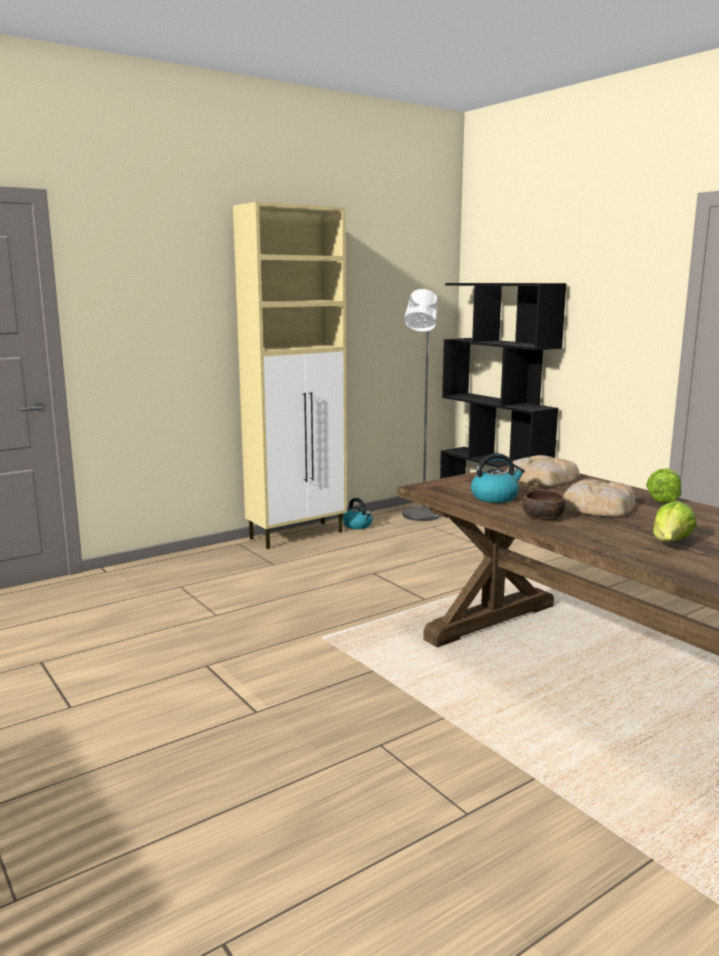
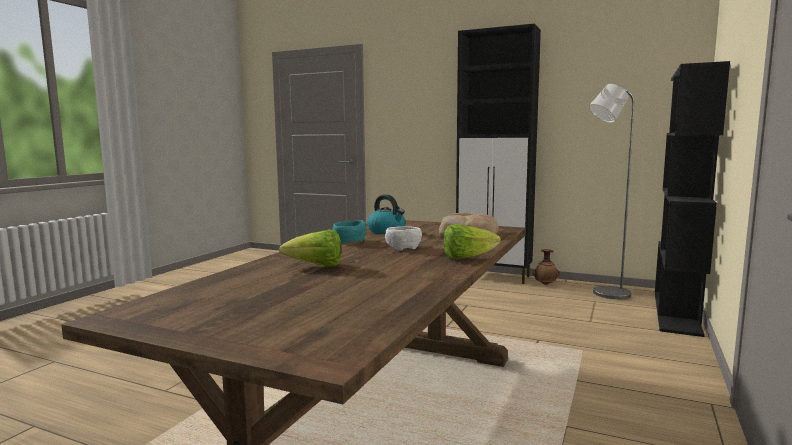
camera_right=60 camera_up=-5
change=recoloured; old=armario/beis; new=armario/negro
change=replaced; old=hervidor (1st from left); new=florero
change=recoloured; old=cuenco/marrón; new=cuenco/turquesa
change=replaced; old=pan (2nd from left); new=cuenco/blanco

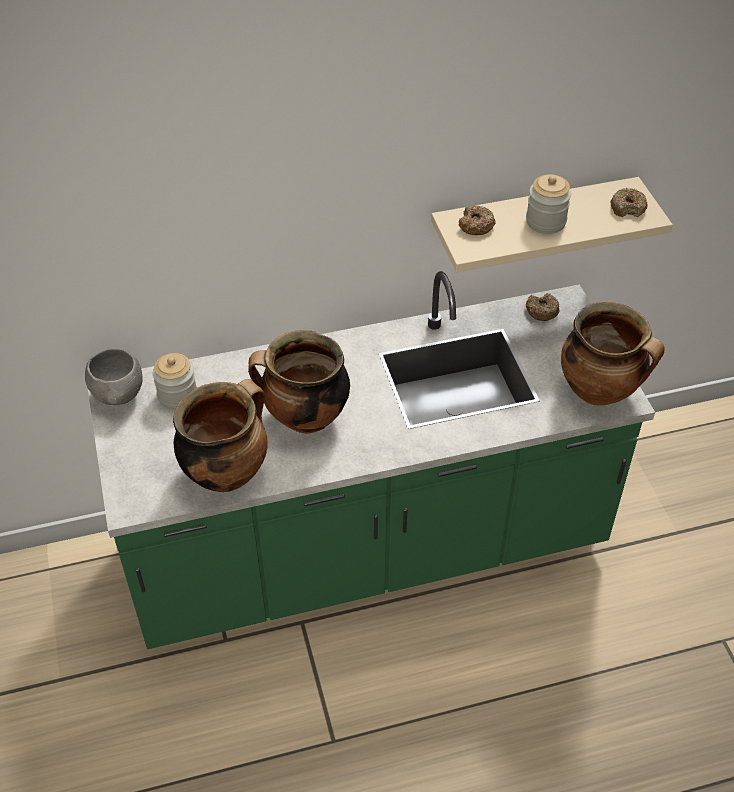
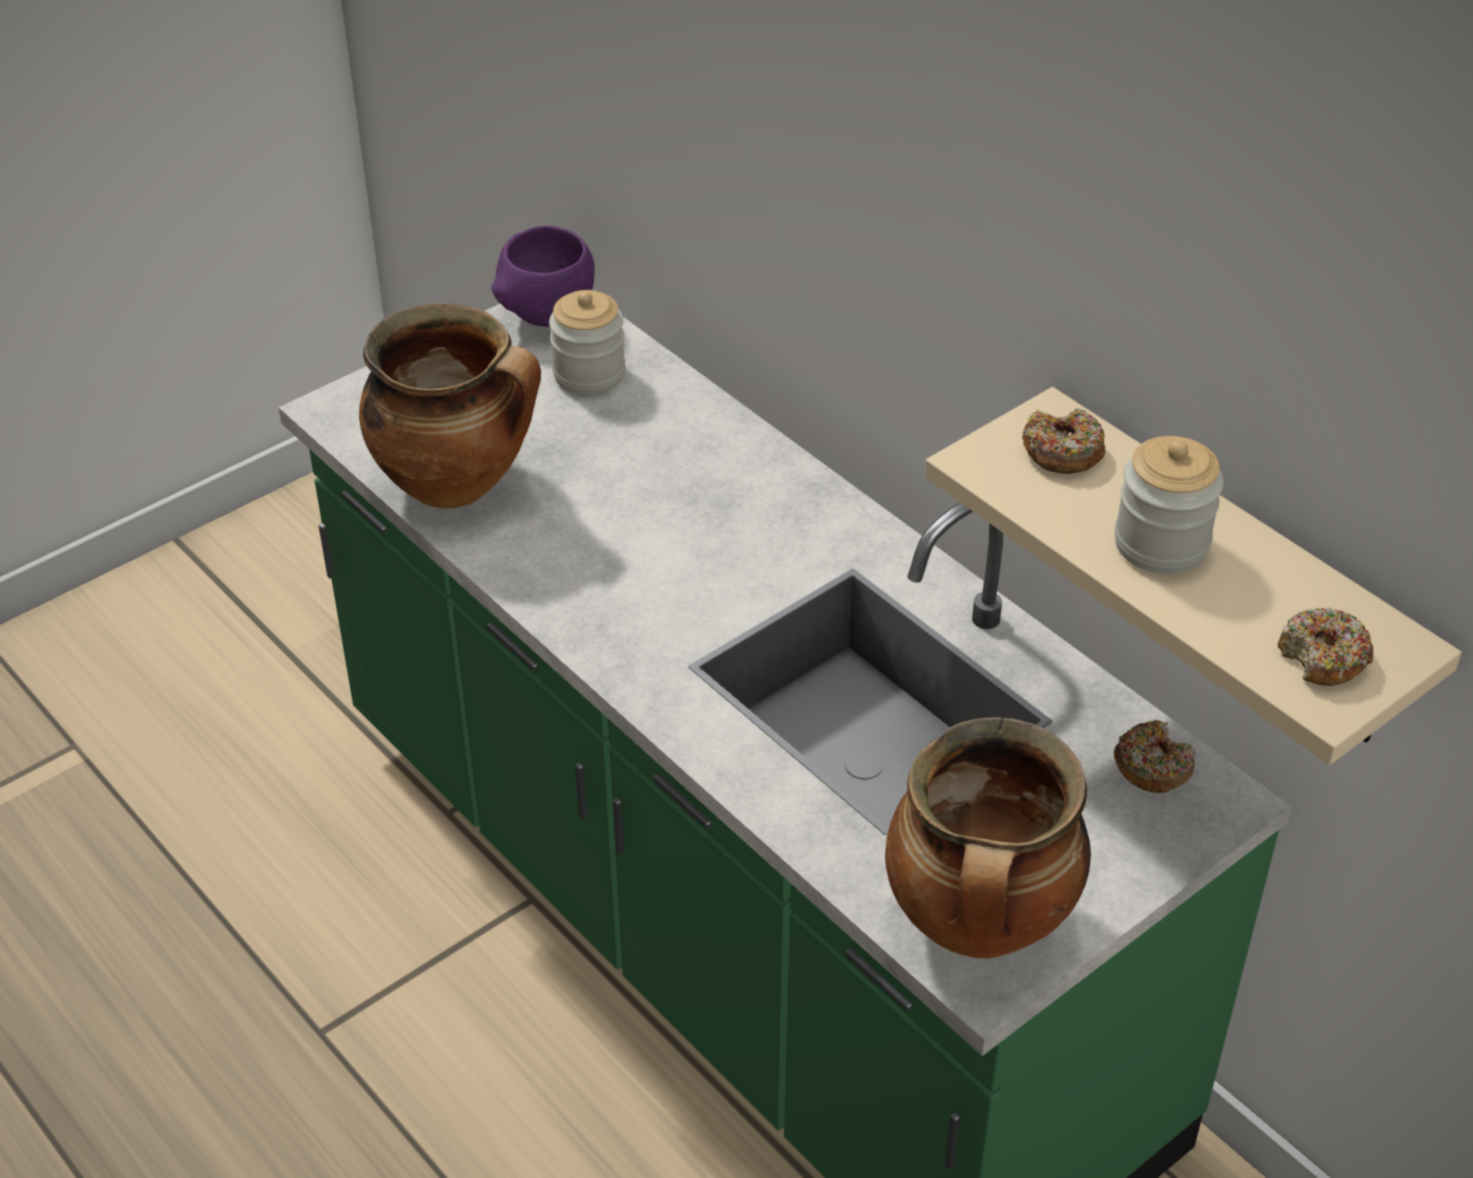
camera_right=65 camera_up=-5
change=recoloured; old=cuenco/gris; new=cuenco/morado
change=removed; old=olla (2nd from left)

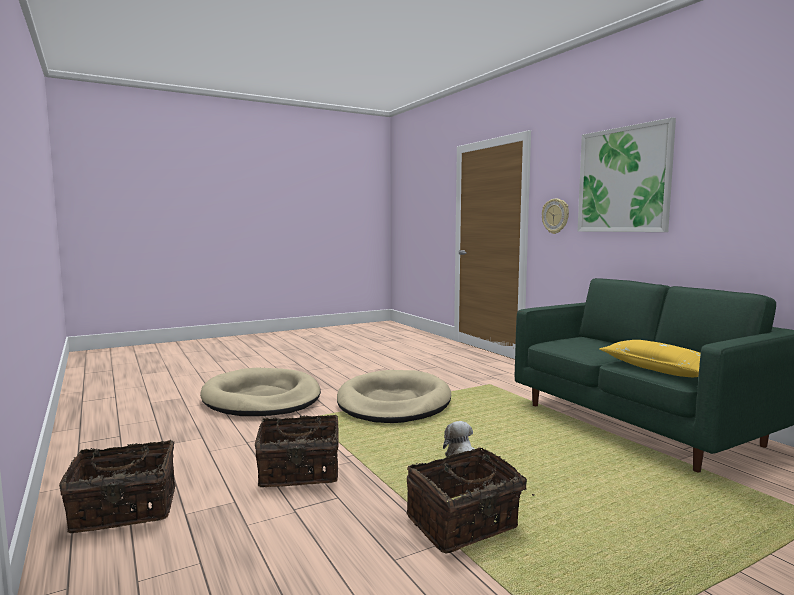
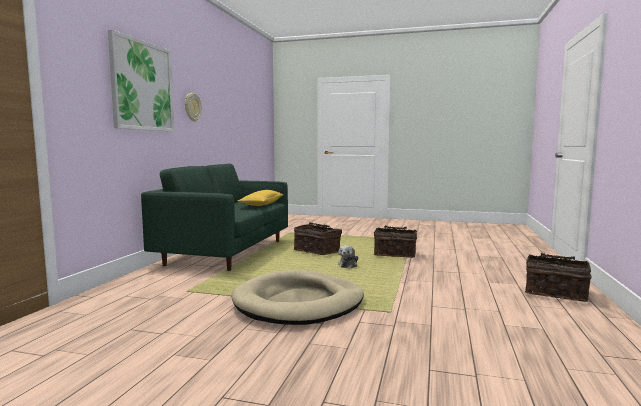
camera_right=-135 camera_up=0
change=removed; old=cama para perro/beis (1st from left)
change=moved; old=cesta (2nd from left in the first image); new=cesta (1st from left)
change=moved; old=reloj de pared

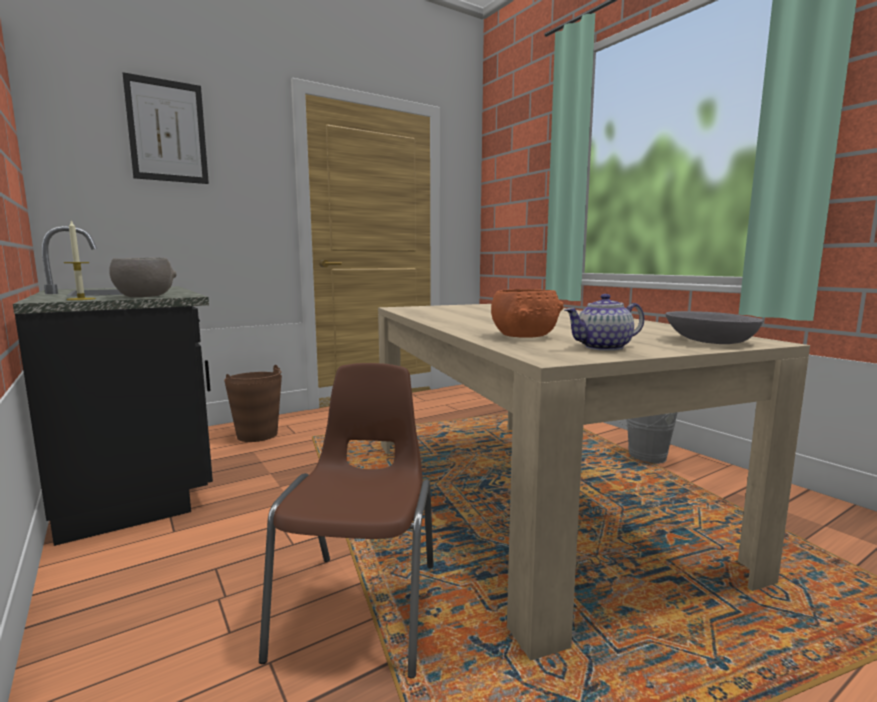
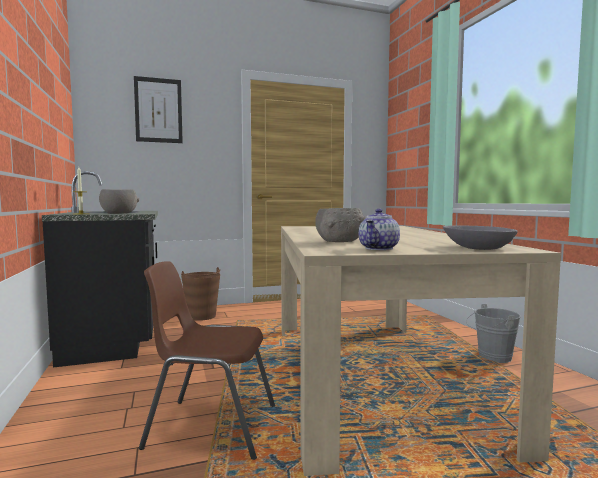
camera_right=15 camera_up=-5
change=turned; old=silla/marrón; degrees=-105
change=recoloured; old=cuenco/naranja; new=cuenco/gris (2nd from left)
change=turned; old=tetera; degrees=-60

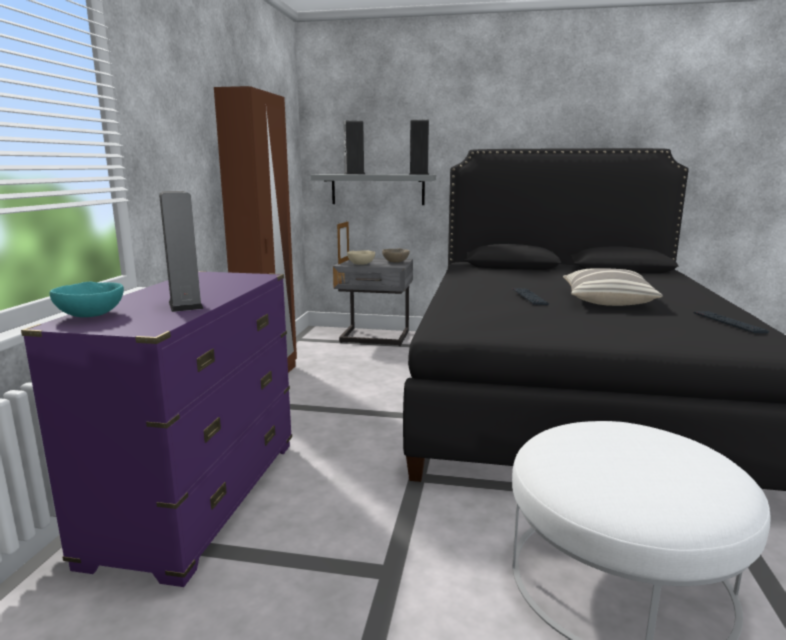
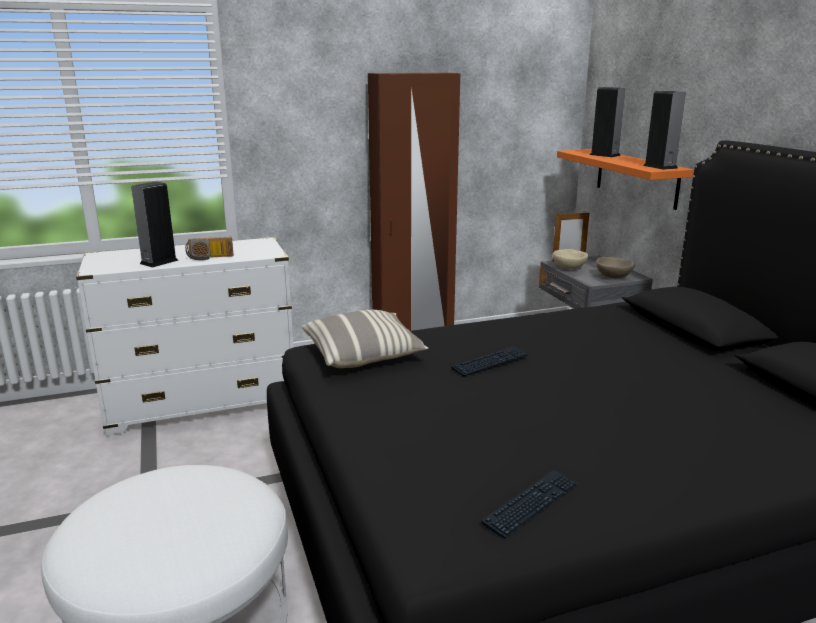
camera_right=60 camera_up=5
change=recoloured; old=cómoda/morado; new=cómoda/blanco
change=removed; old=cuenco/turquesa
change=recoloured; old=estante/gris; new=estante/naranja
change=moved; old=cojín
change=added; new=radio

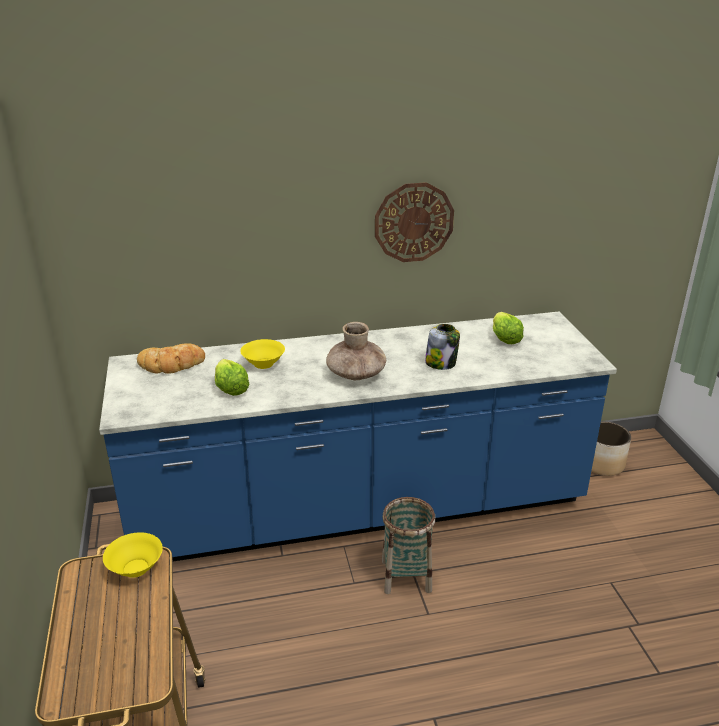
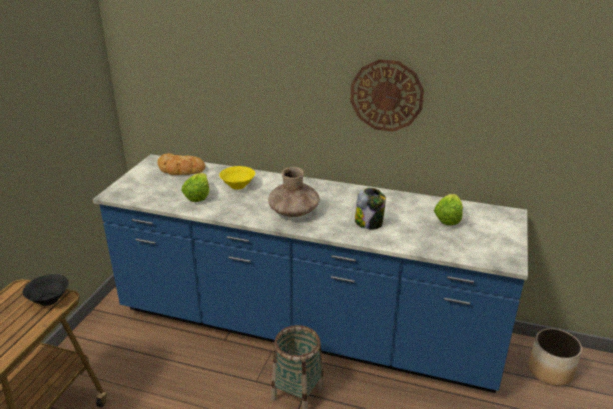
camera_right=30 camera_up=0
change=recoloured; old=cuenco/amarillo (1st from left); new=cuenco/negro

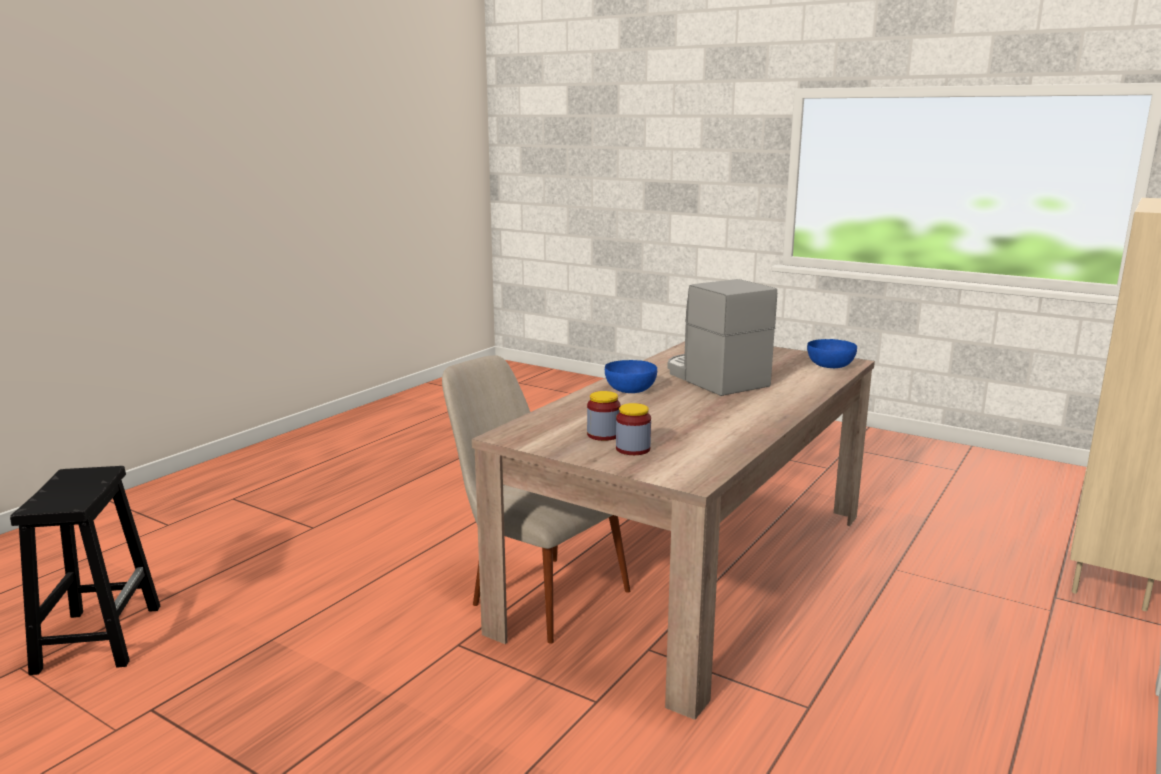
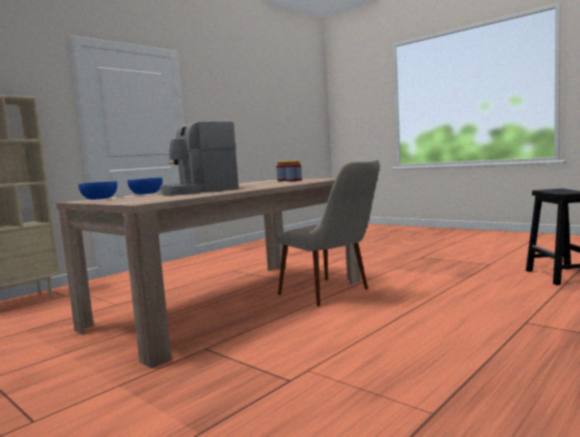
camera_right=-170 camera_up=-10
change=moved; old=cuenco/azul (1st from left in the first image); new=cuenco/azul (2nd from left)
change=turned; old=cafetera; degrees=75

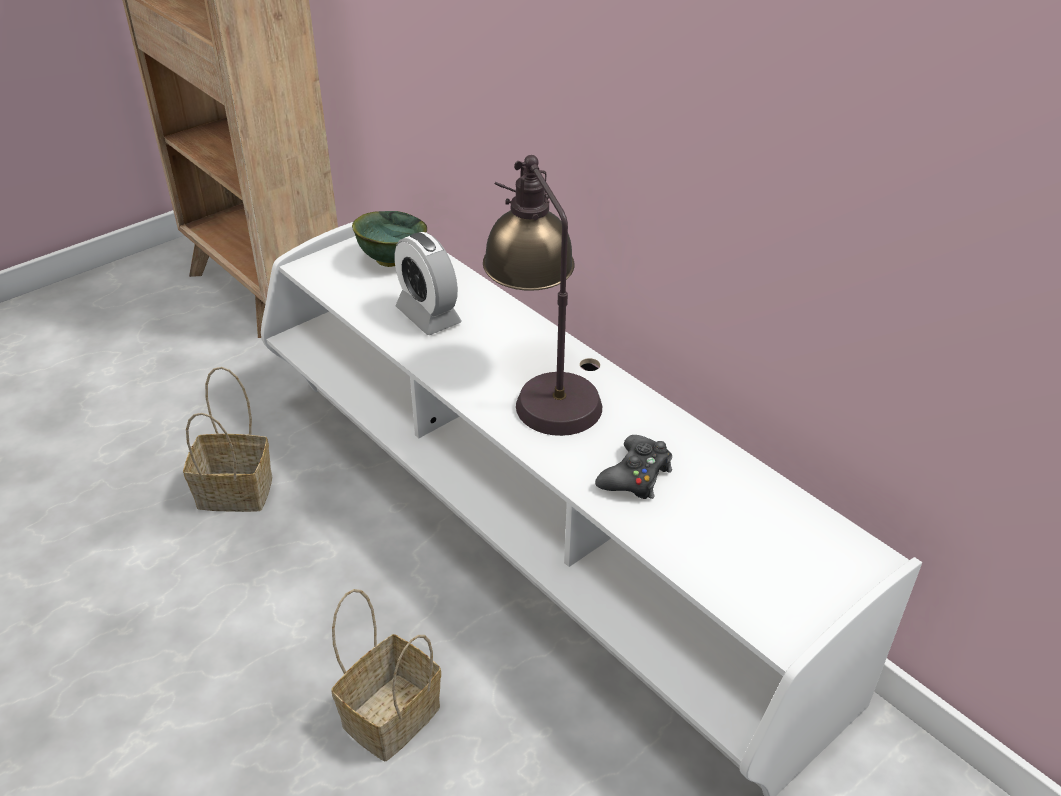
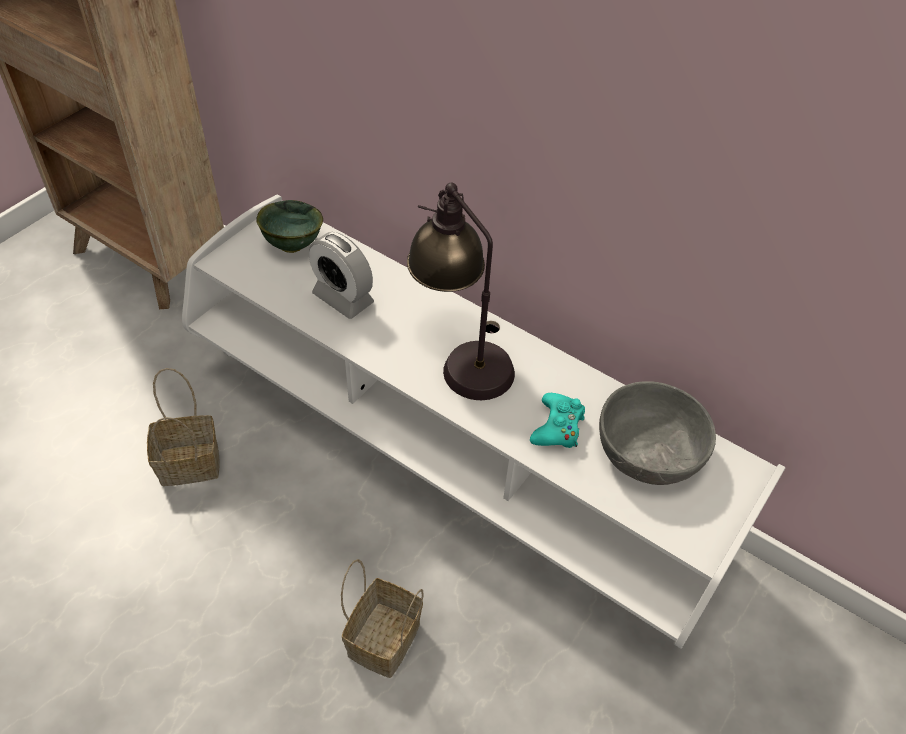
camera_right=-15 camera_up=10
change=recoloured; old=mando de consola/negro; new=mando de consola/turquesa
change=added; new=cuenco/gris

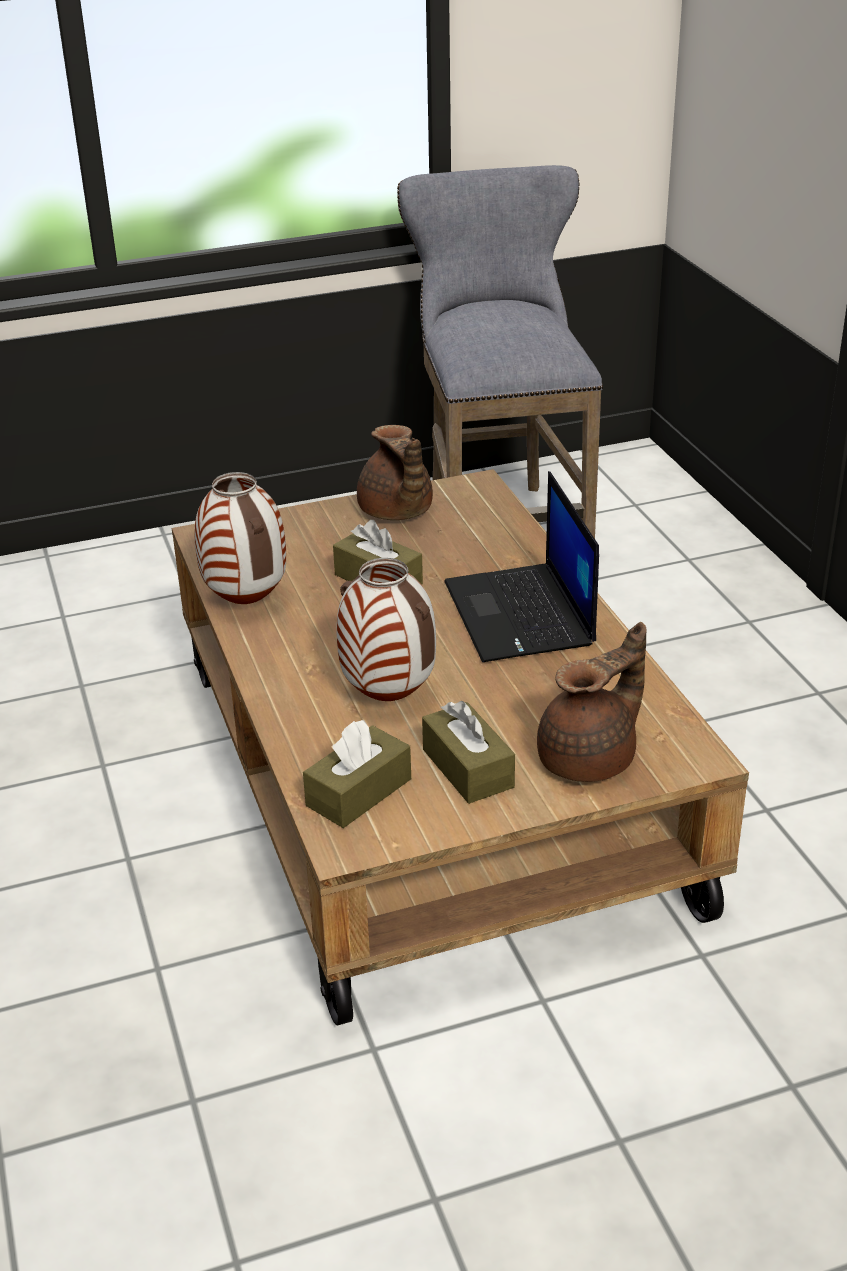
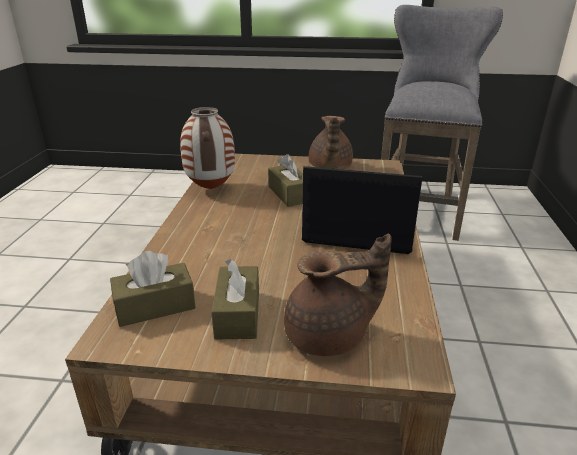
camera_right=25 camera_up=-5
change=removed; old=florero (2nd from left)
change=turned; old=portátil; degrees=90

